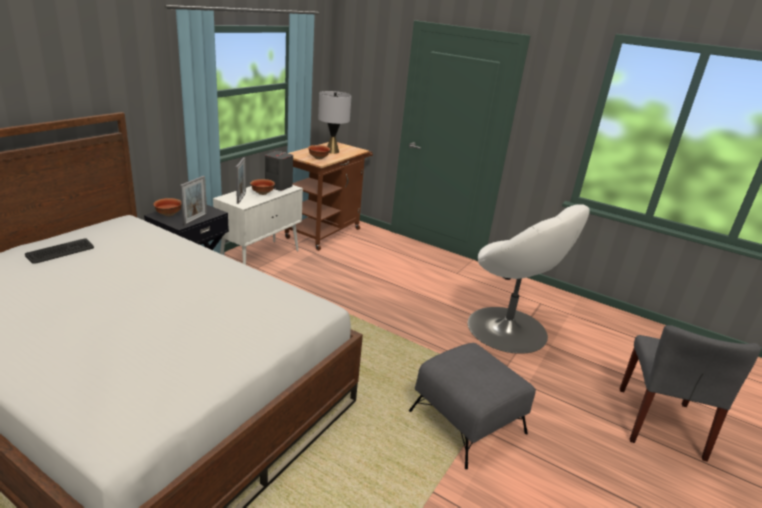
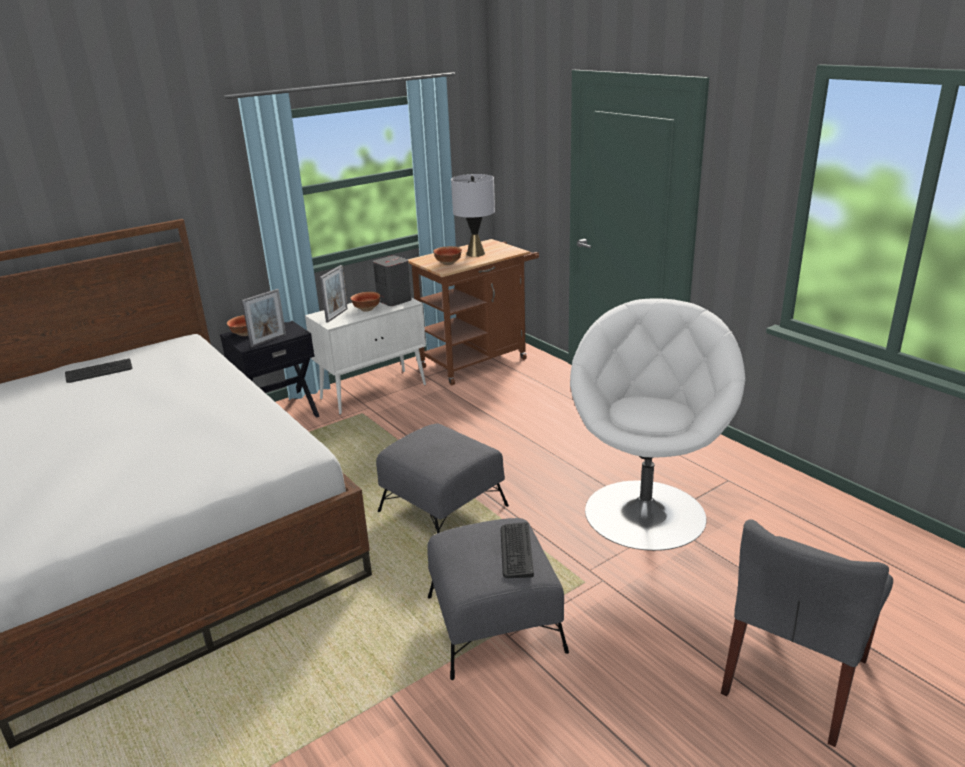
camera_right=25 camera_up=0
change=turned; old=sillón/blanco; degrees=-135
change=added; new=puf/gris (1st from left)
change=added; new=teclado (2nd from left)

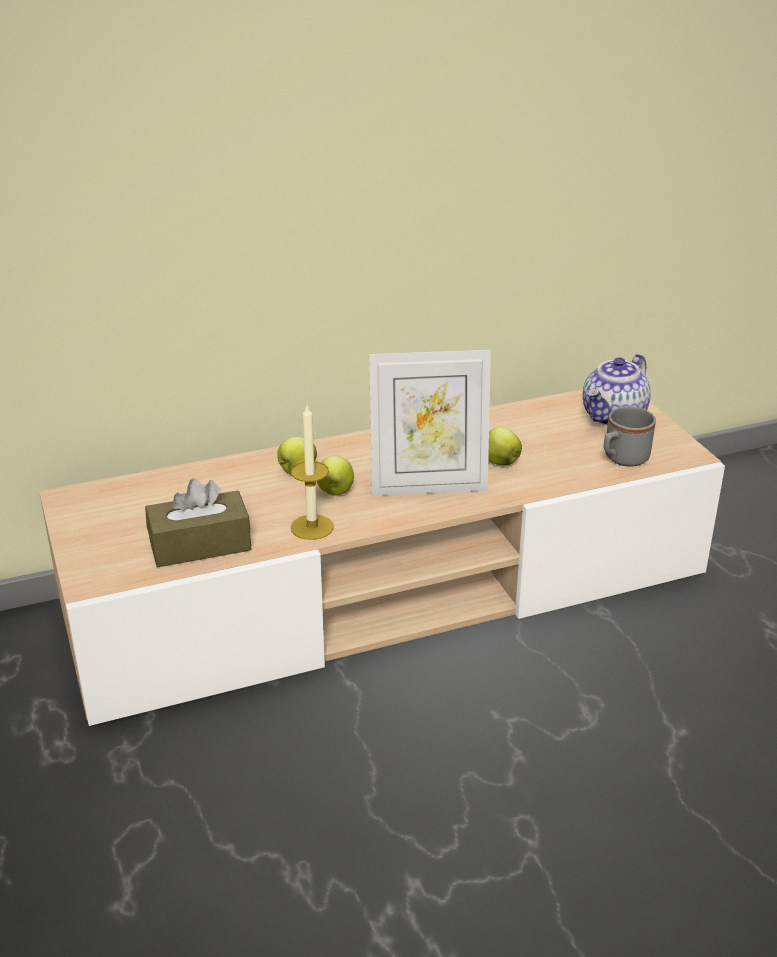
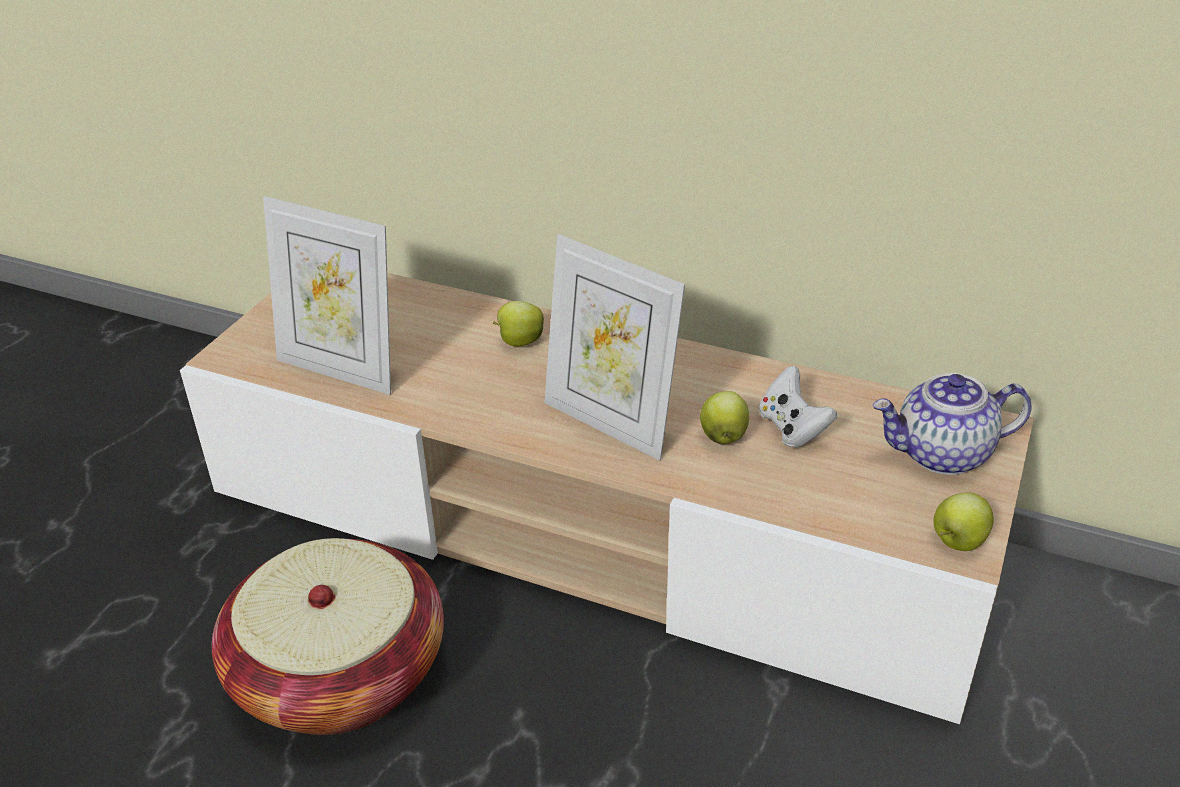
camera_right=45 camera_up=5
change=replaced; old=caja de pañuelos/marrón; new=portarretratos (1st from left)
change=removed; old=vela
change=moved; old=manzana (2nd from left in the first image); new=manzana (3rd from left)
change=removed; old=taza grande/gris
change=added; new=cesta
change=added; new=mando de consola/blanco

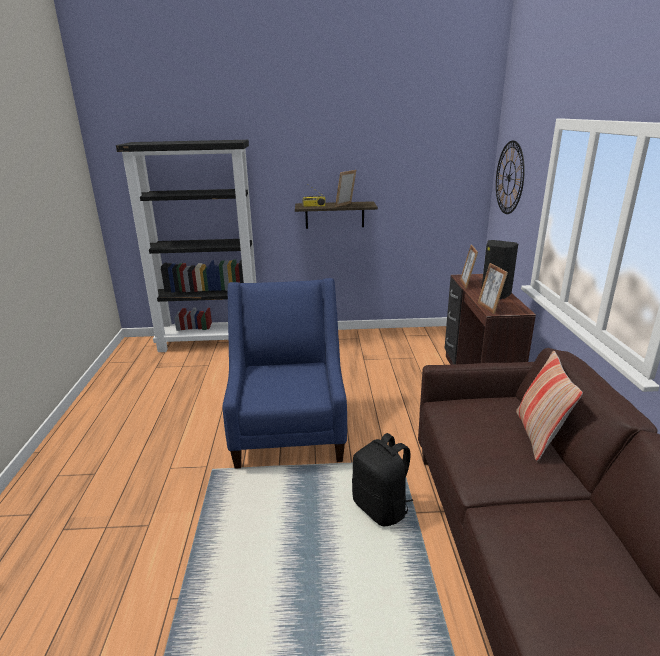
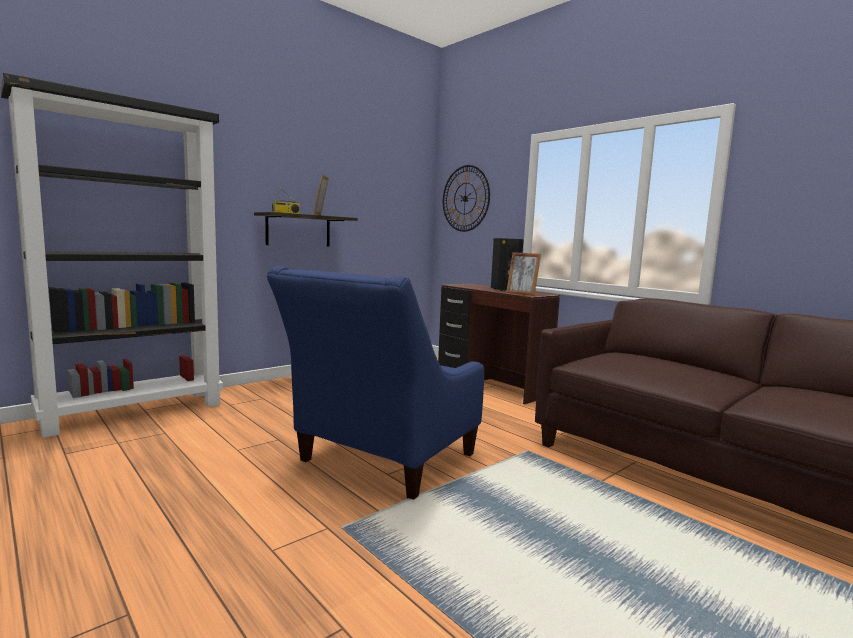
camera_right=-40 camera_up=-15
change=turned; old=sillón/azul; degrees=-105
change=removed; old=mochila/negro
change=removed; old=portarretratos (2nd from left)
change=removed; old=cojín

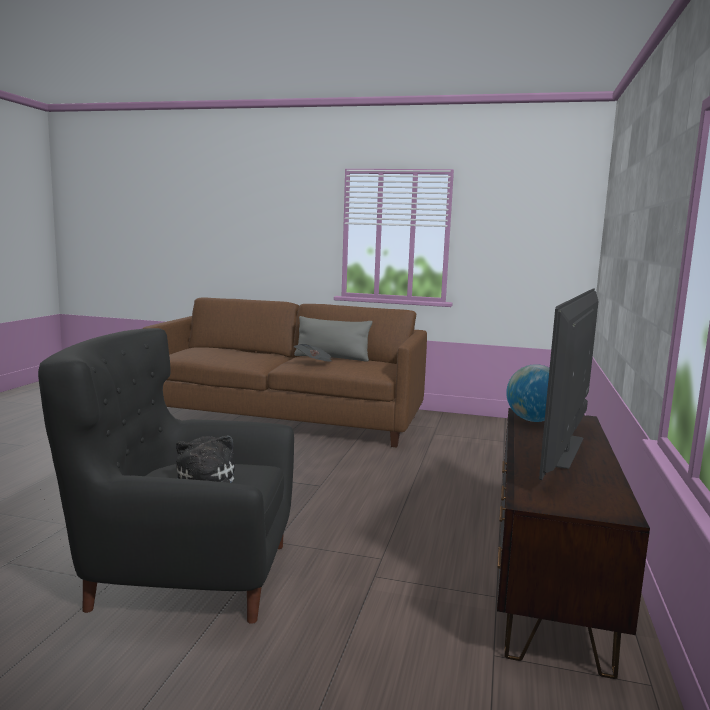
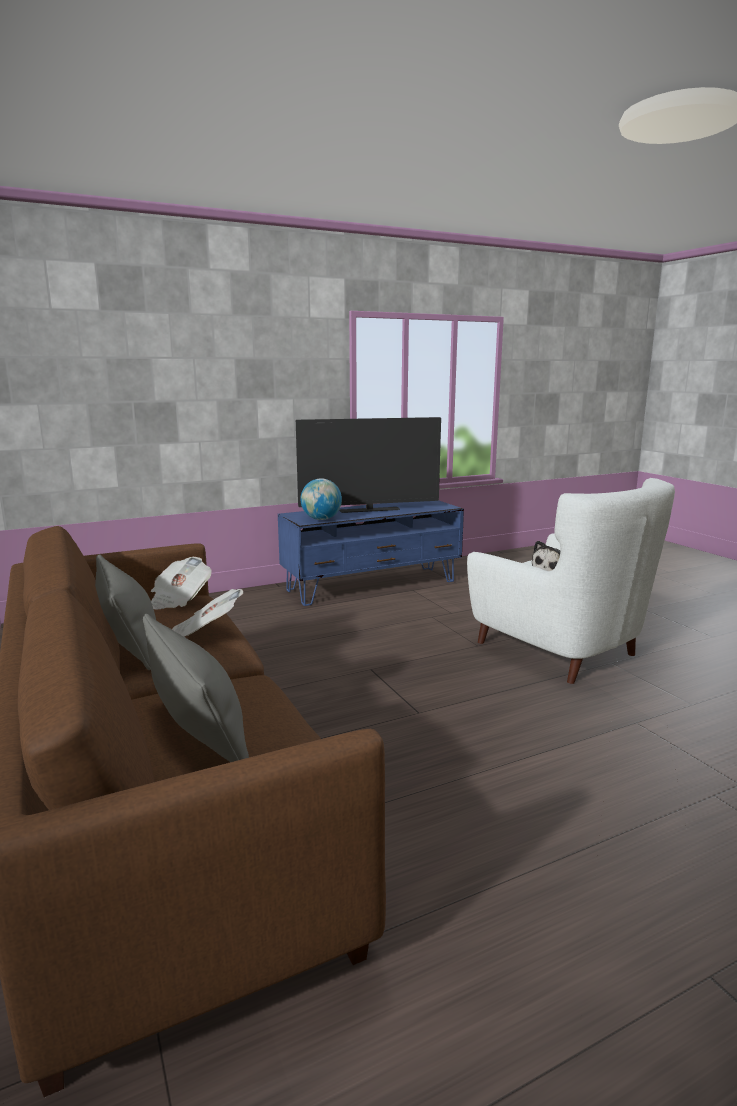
camera_right=-130 camera_up=5
change=recoloured; old=sillón/negro; new=sillón/blanco
change=recoloured; old=mueble de televisión/marrón; new=mueble de televisión/azul
change=added; new=cojín/gris (2nd from left)
change=added; new=periódico (1st from left)

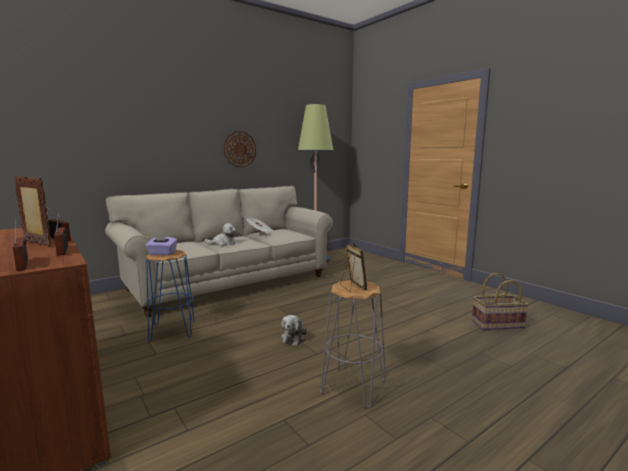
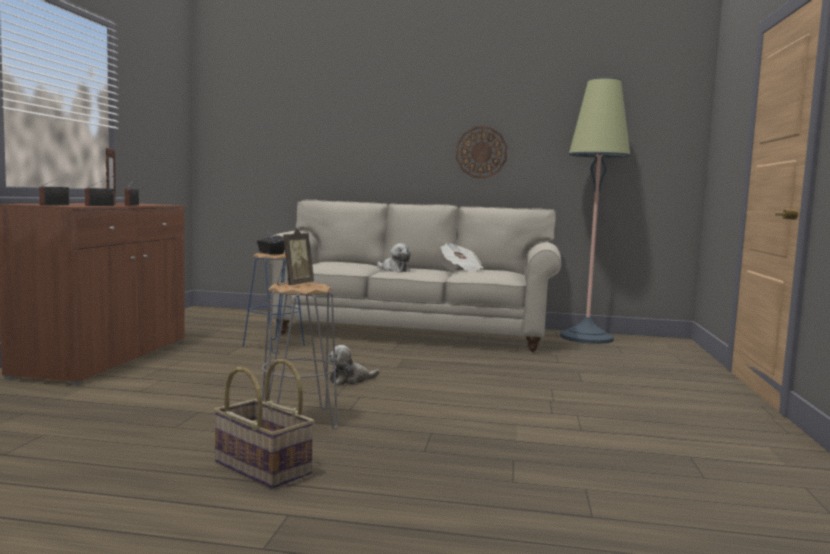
camera_right=45 camera_up=-5
change=recoloured; old=caja de pañuelos/morado; new=caja de pañuelos/negro
change=moved; old=cesta

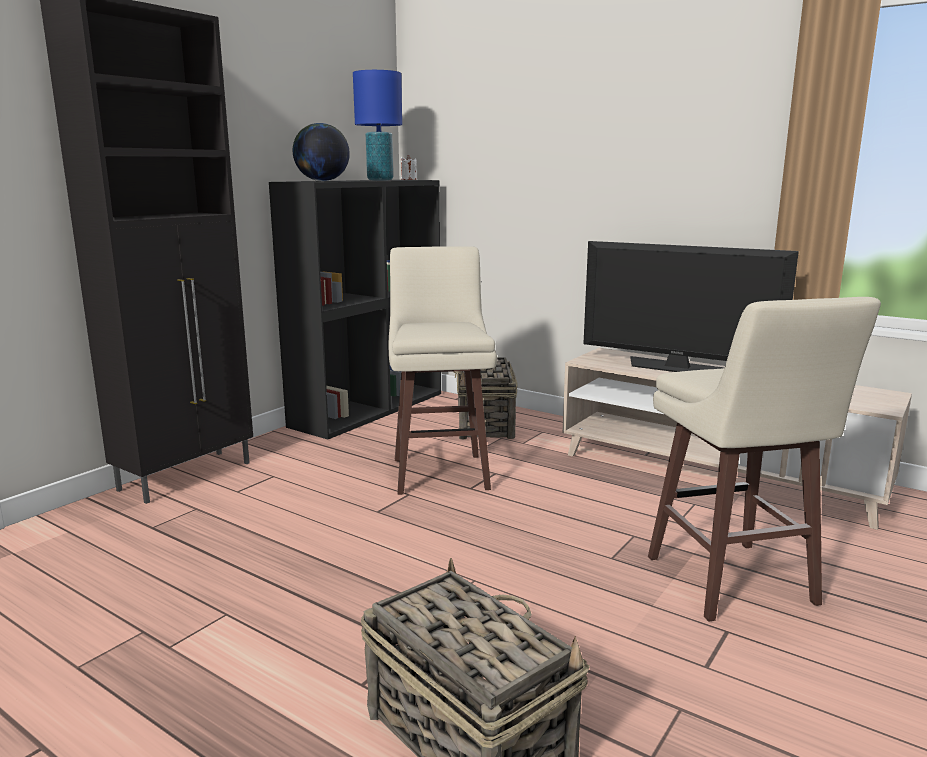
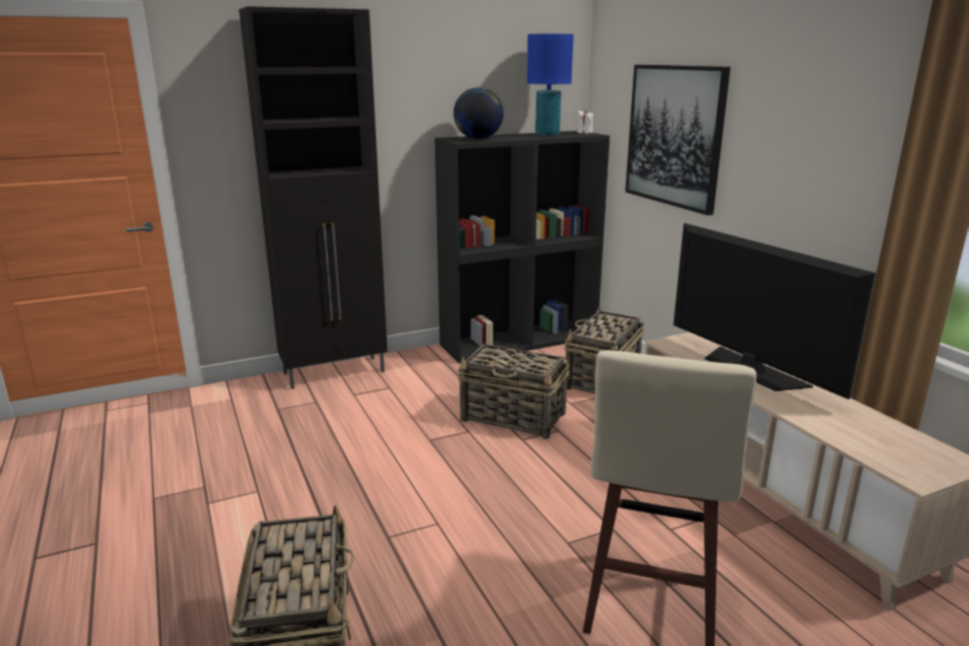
camera_right=30 camera_up=5
change=replaced; old=taburete/beis (1st from left); new=cesta (2nd from left)
change=added; new=cuadro

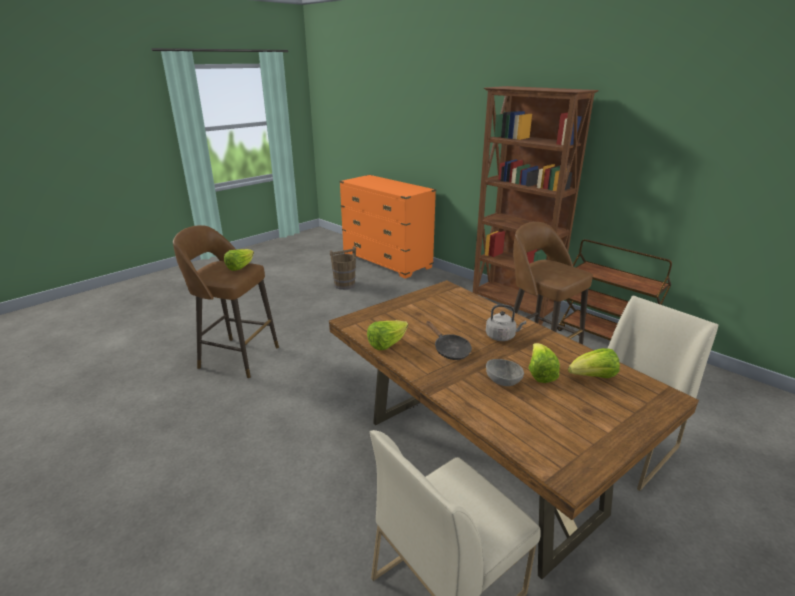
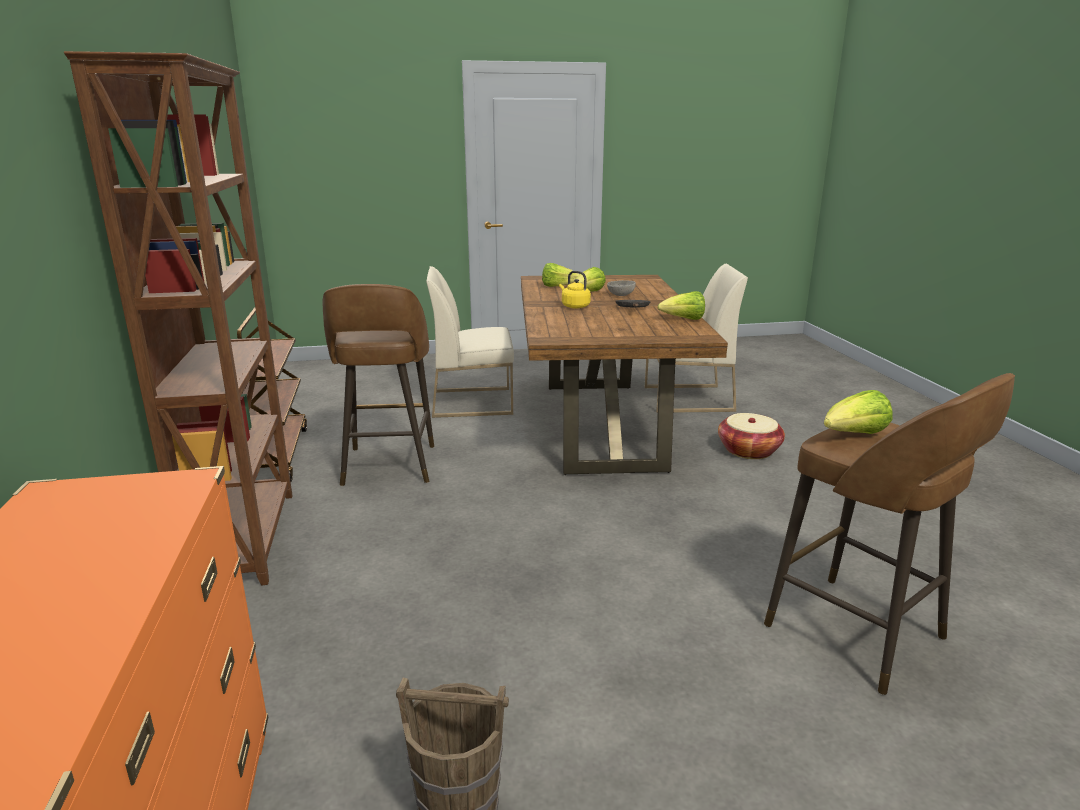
camera_right=-145 camera_up=-5
change=recoloured; old=hervidor/gris; new=hervidor/amarillo
change=added; new=cesta

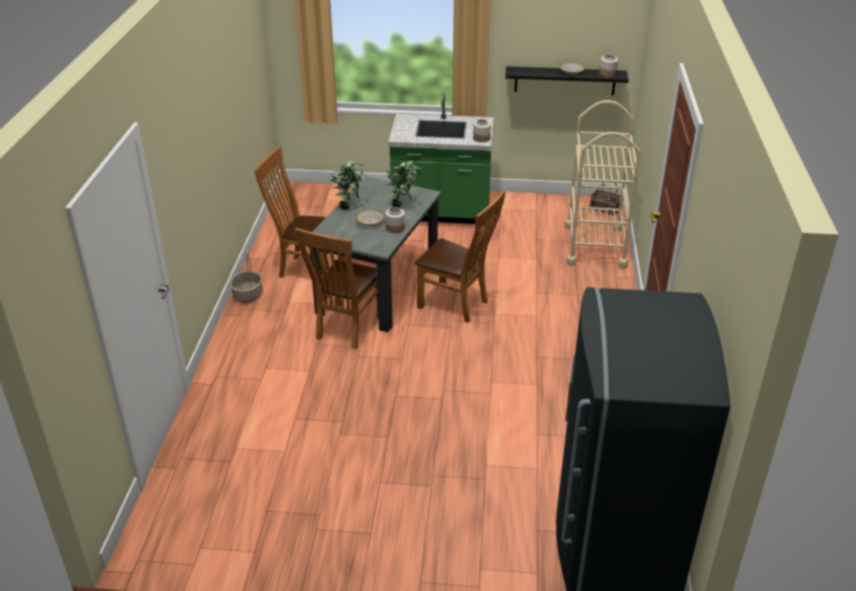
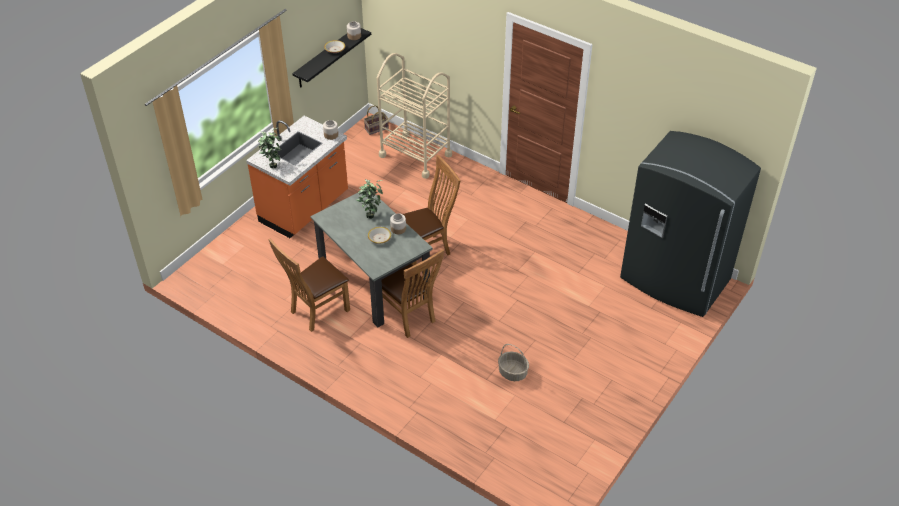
camera_right=-60 camera_up=10
change=moved; old=cesta (1st from left in the first image); new=cesta (2nd from left)
change=moved; old=planta en maceta (1st from left)
change=recoloured; old=mueble bajo de cocina/verde; new=mueble bajo de cocina/naranja

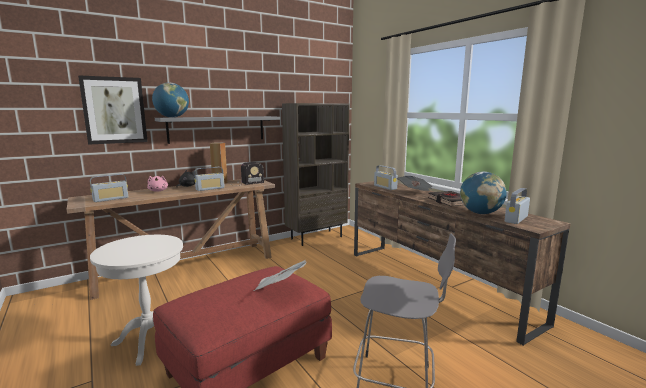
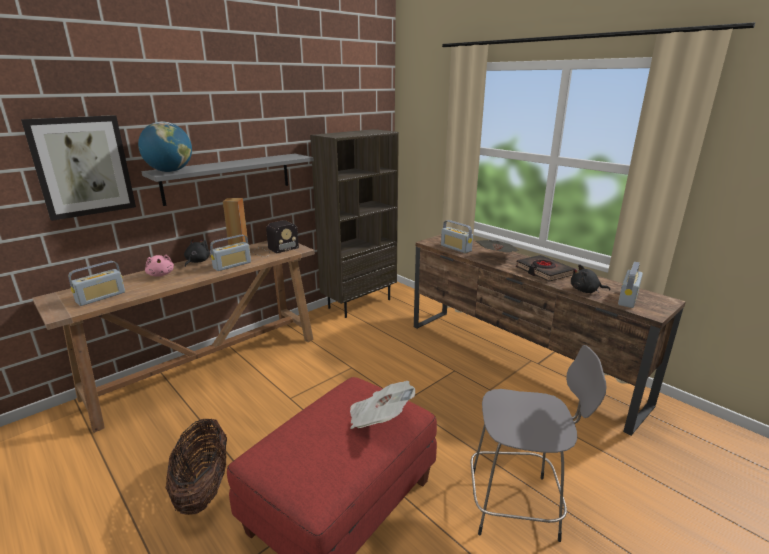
camera_right=-10 camera_up=10
change=replaced; old=mesa auxiliar/blanco; new=cesta
change=replaced; old=globo terráqueo (2nd from left); new=peluche/negro (2nd from left)

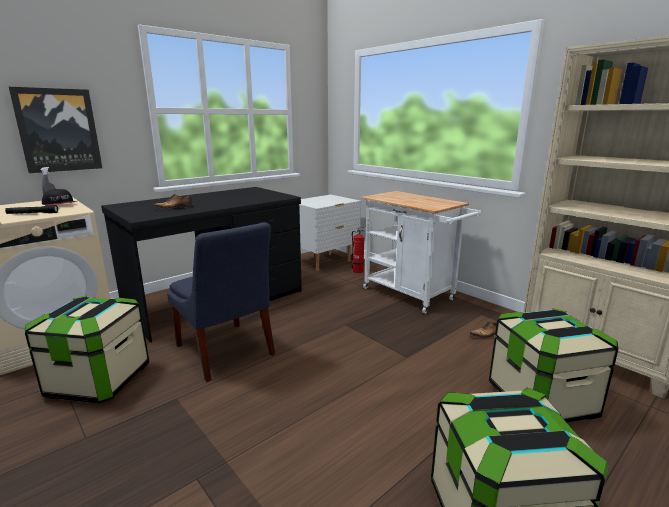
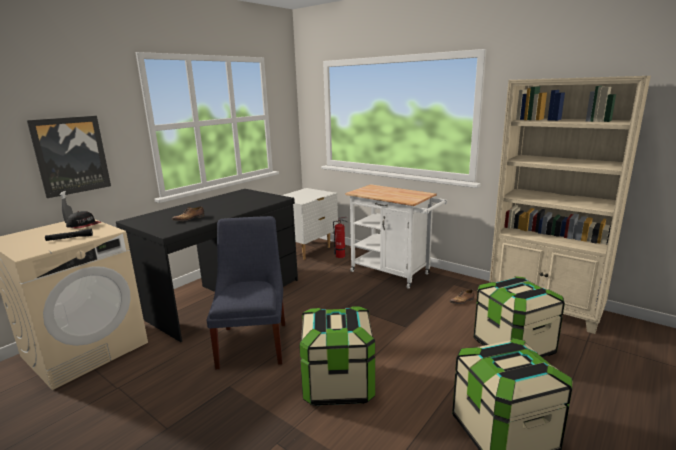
camera_right=-10 camera_up=0
change=moved; old=caja de almacenaje (1st from left)
change=turned; old=silla/azul; degrees=-135

